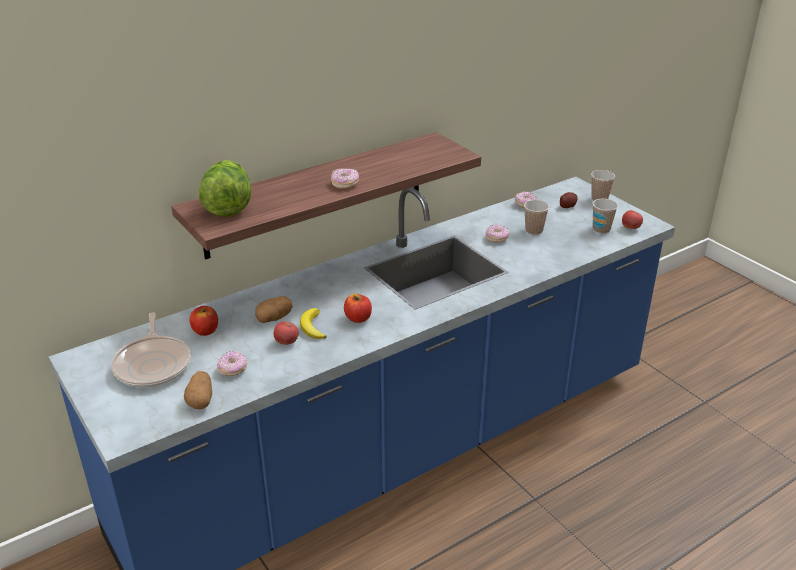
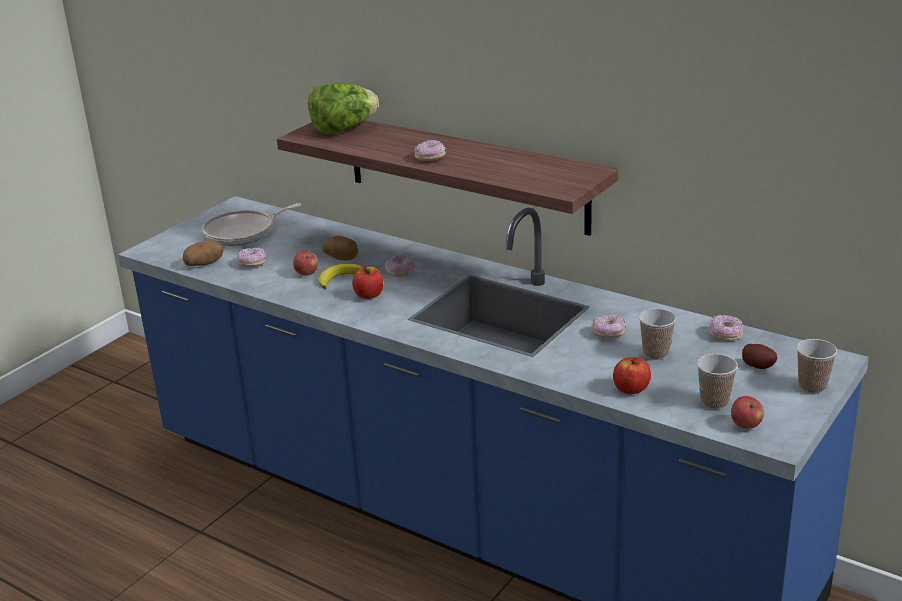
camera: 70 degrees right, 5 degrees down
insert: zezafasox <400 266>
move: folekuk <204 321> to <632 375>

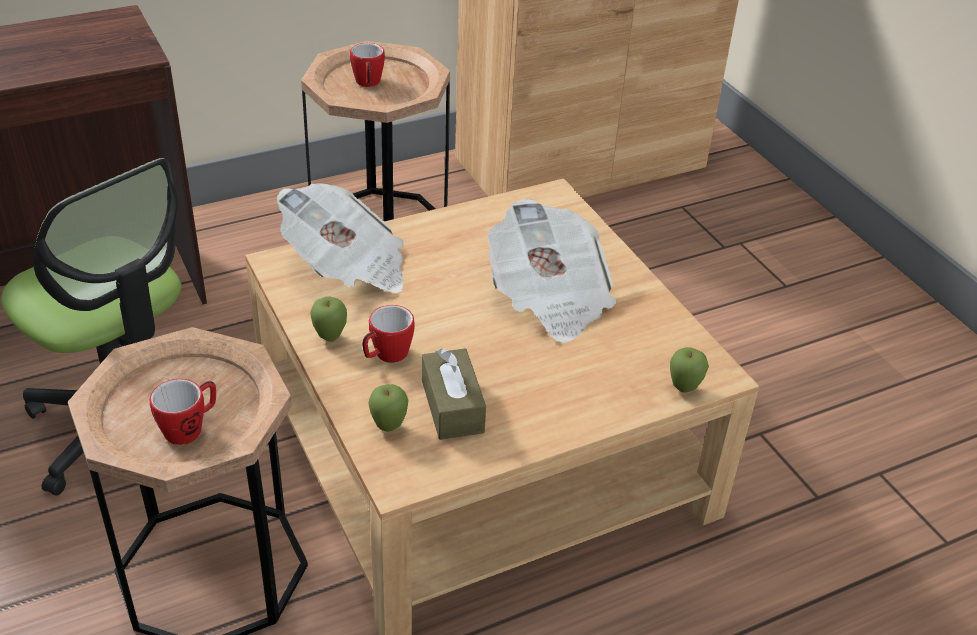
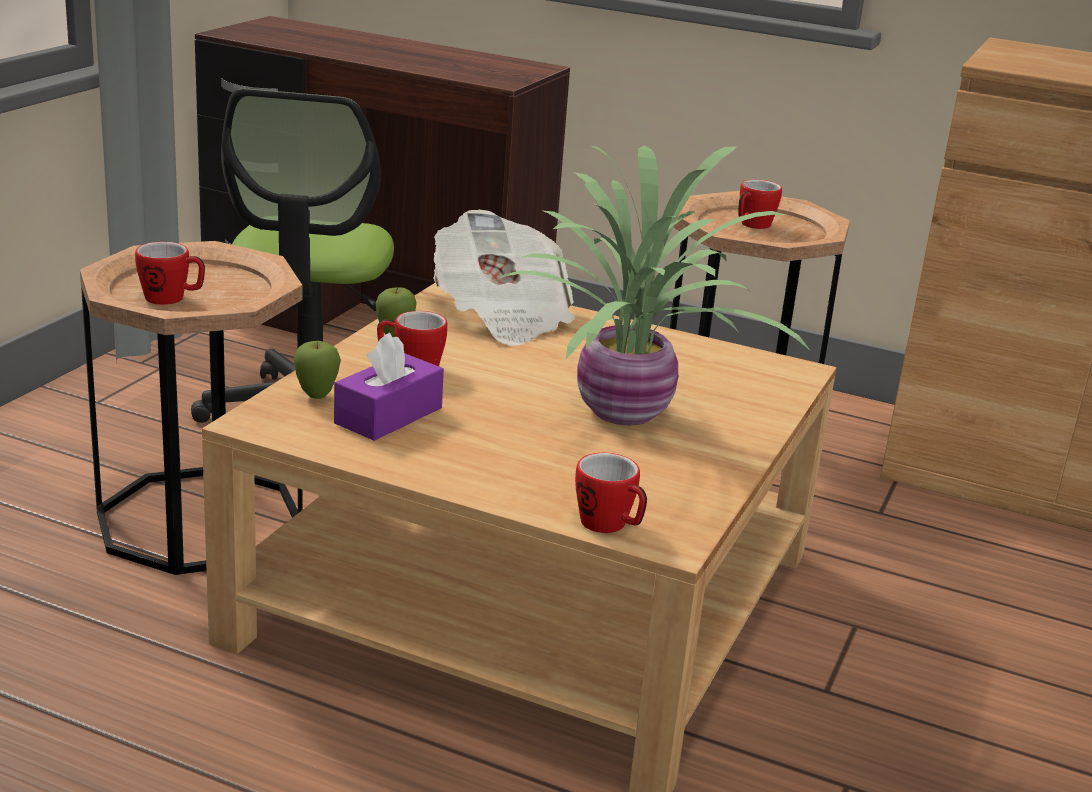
camera: 50 degrees right, 15 degrees down
replace: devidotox <551 271> to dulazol <652 285>; folekuk <689 370> to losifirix <611 493>
recolor: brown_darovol <454 394> to purple_darovol <389 387>

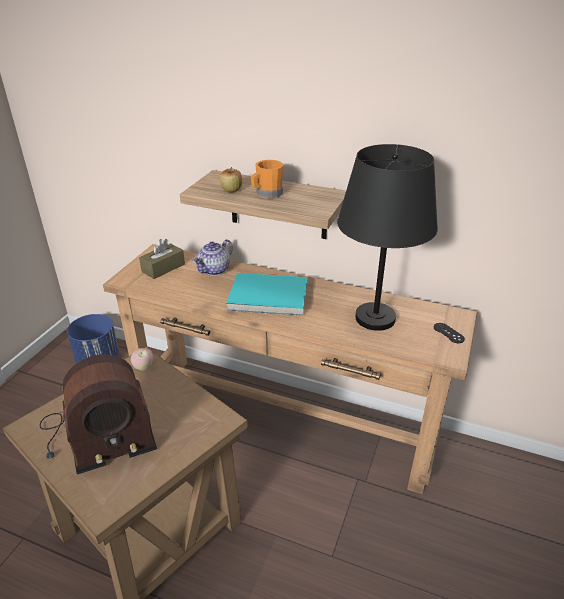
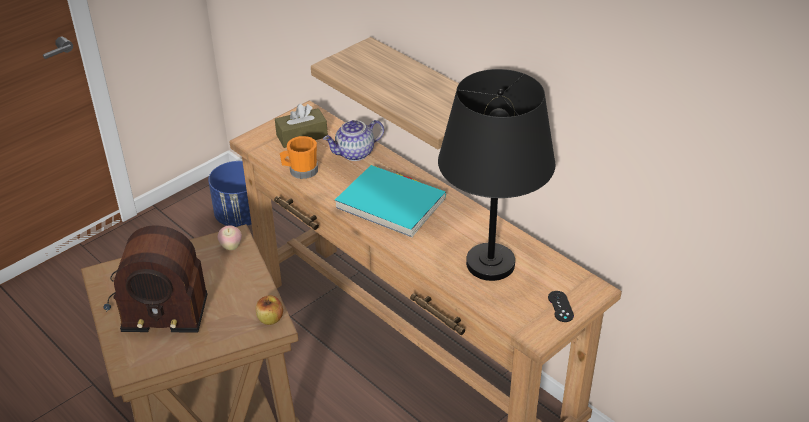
camera: 25 degrees right, 5 degrees up
move: orange_losifirix <267 179> to <299 157>; folekuk <231 179> to <269 310>

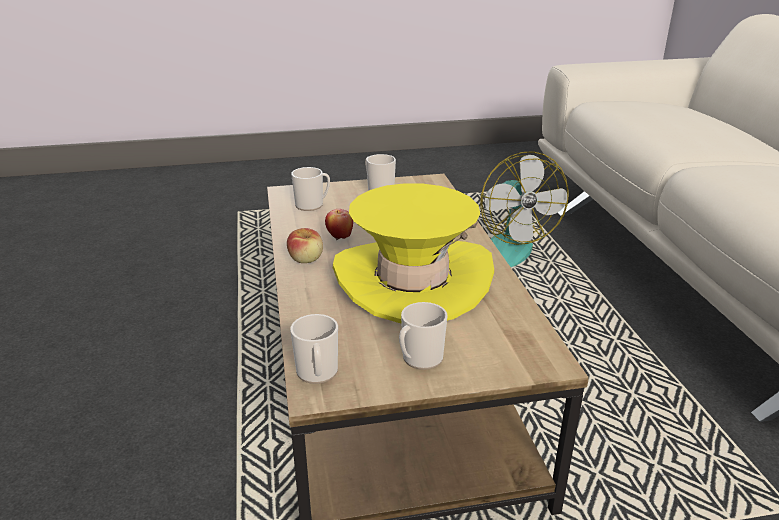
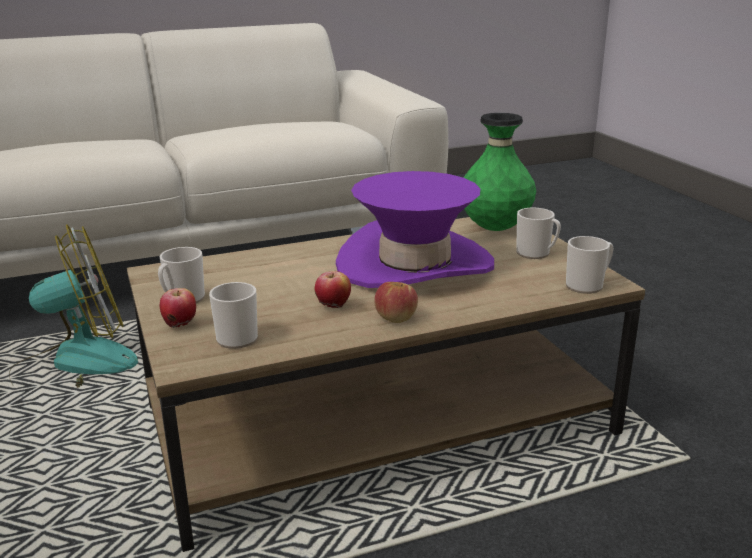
camera: 100 degrees left, 5 degrees down
insert: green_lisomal <499 172>; folekuk <178 308>
recolor: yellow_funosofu <413 253> to purple_funosofu <415 229>

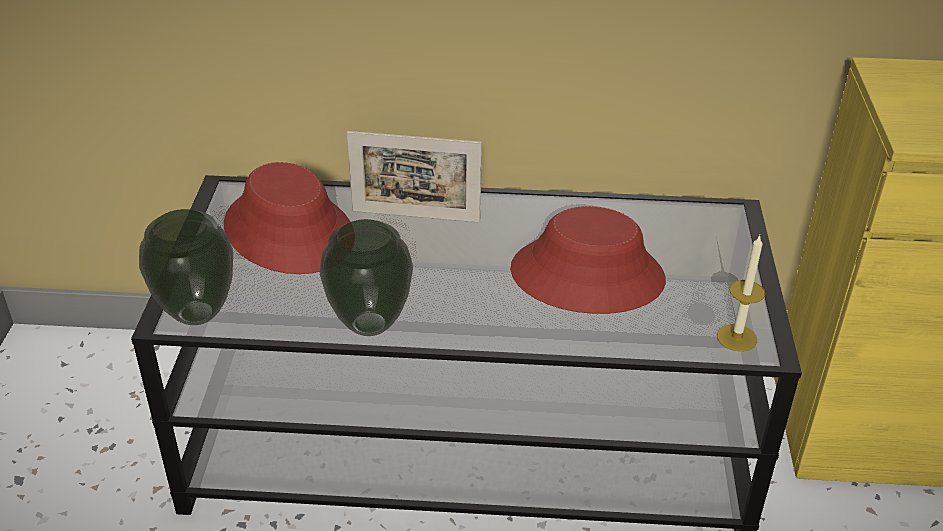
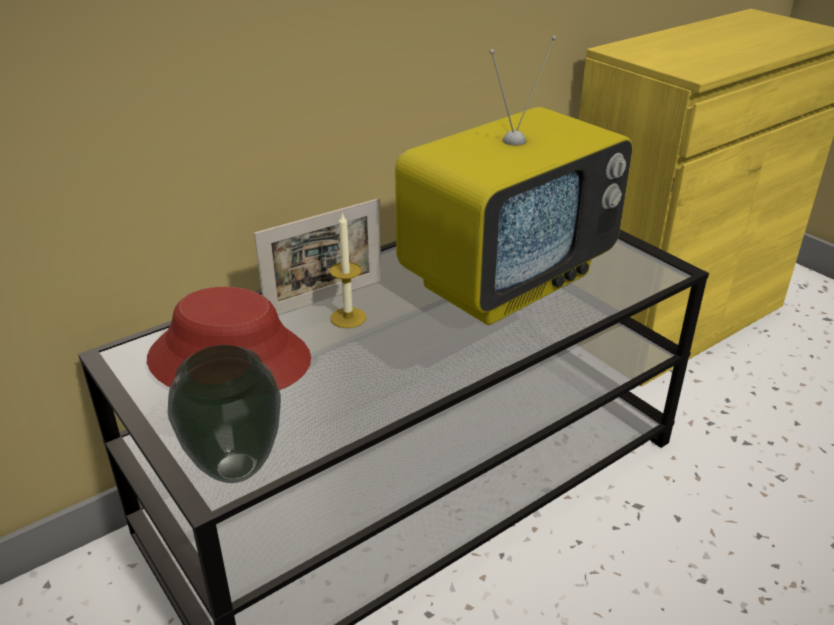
camera: 40 degrees left, 5 degrees down
delete: lisomal <366 277>
move: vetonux <741 293> to <348 270>
replace: red_funosofu <588 260> to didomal <514 180>

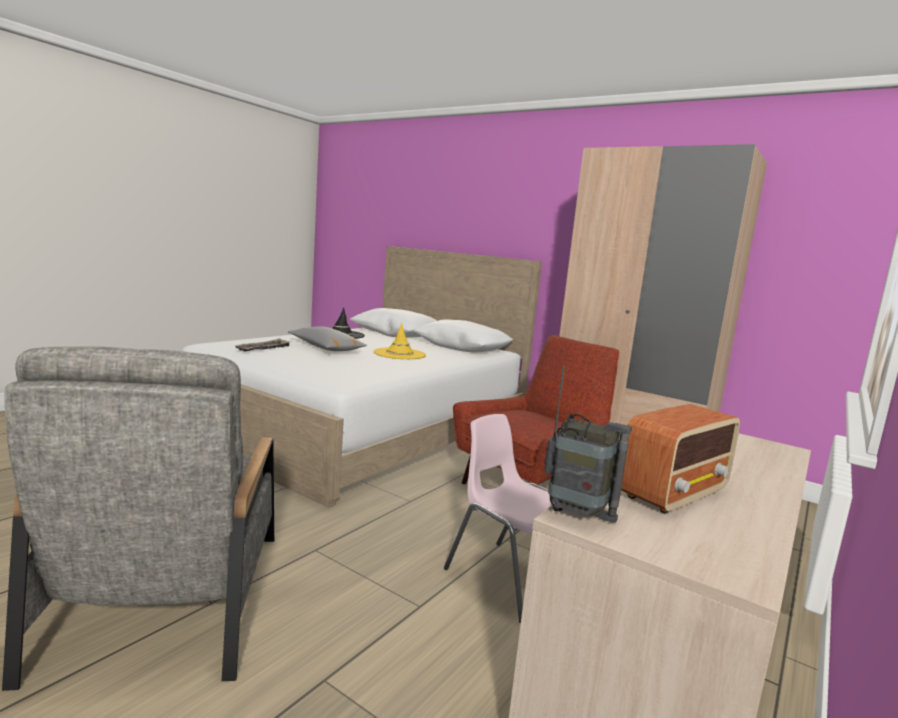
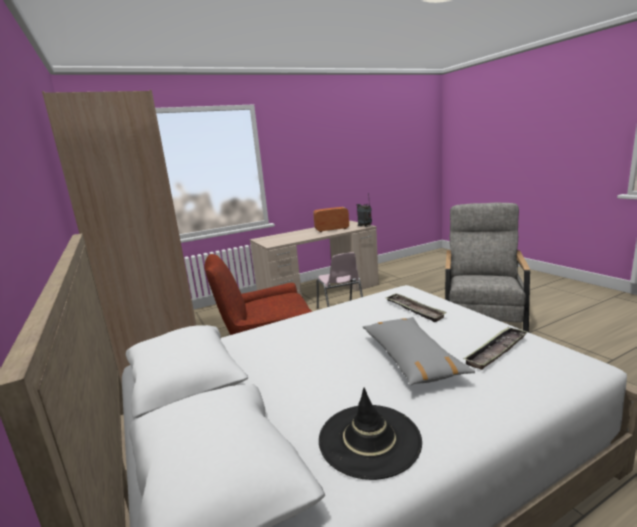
camera: 150 degrees left, 5 degrees up
delete: yellow_funosofu <399 341>
insert: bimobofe <416 308>

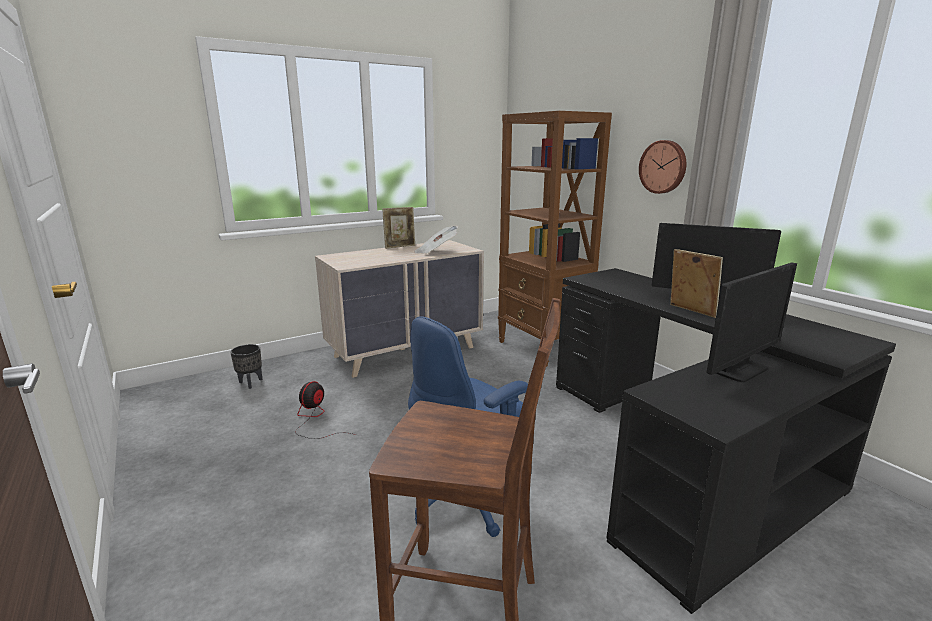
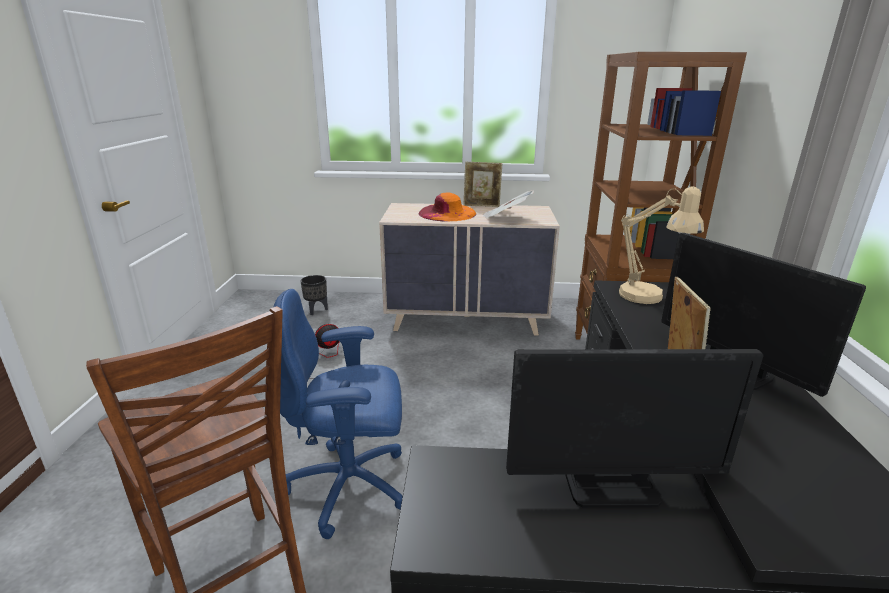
camera: 35 degrees right, 5 degrees up
delete: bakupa <662 167>
insert: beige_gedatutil <661 245>; orange_funosofu <447 207>

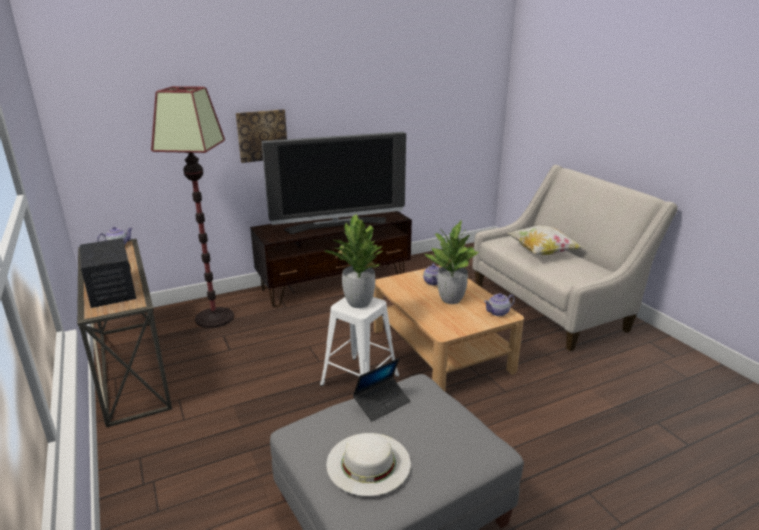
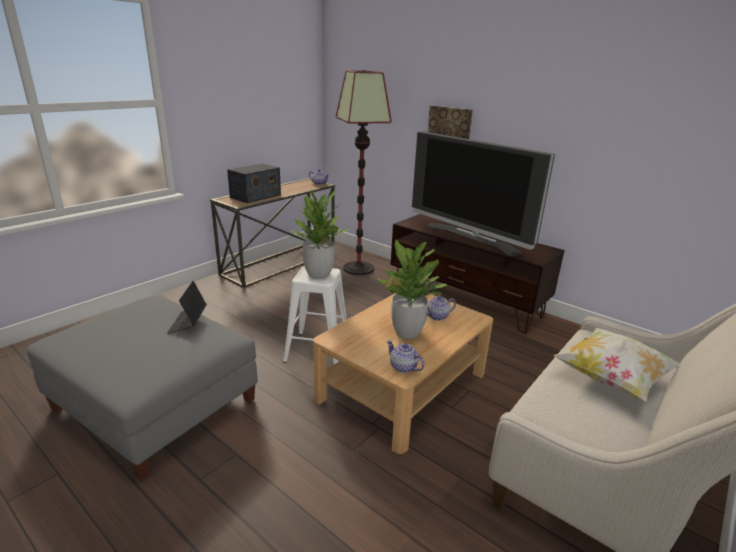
camera: 65 degrees right, 0 degrees up
delete: white_funosofu <368 464>
rotate: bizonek <382 390> = <187 307> 60 degrees clockwise

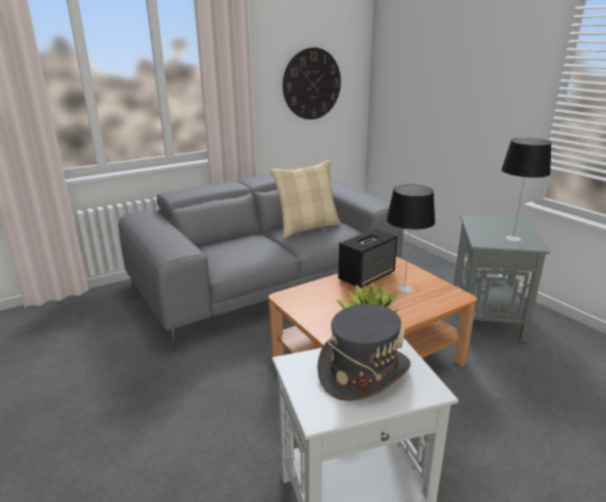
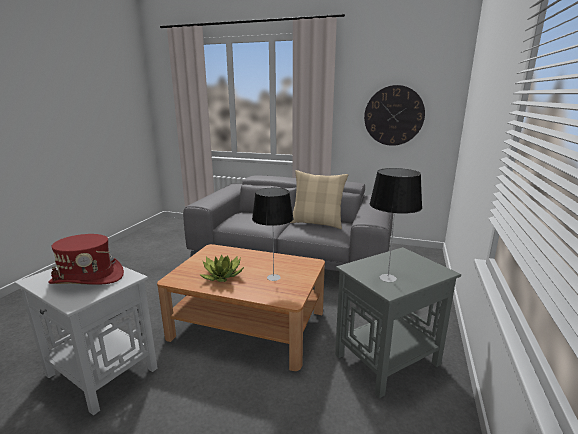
camera: 50 degrees right, 5 degrees down
delete: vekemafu <367 258>
recolor: grey_funosofu <364 352> to red_funosofu <86 259>

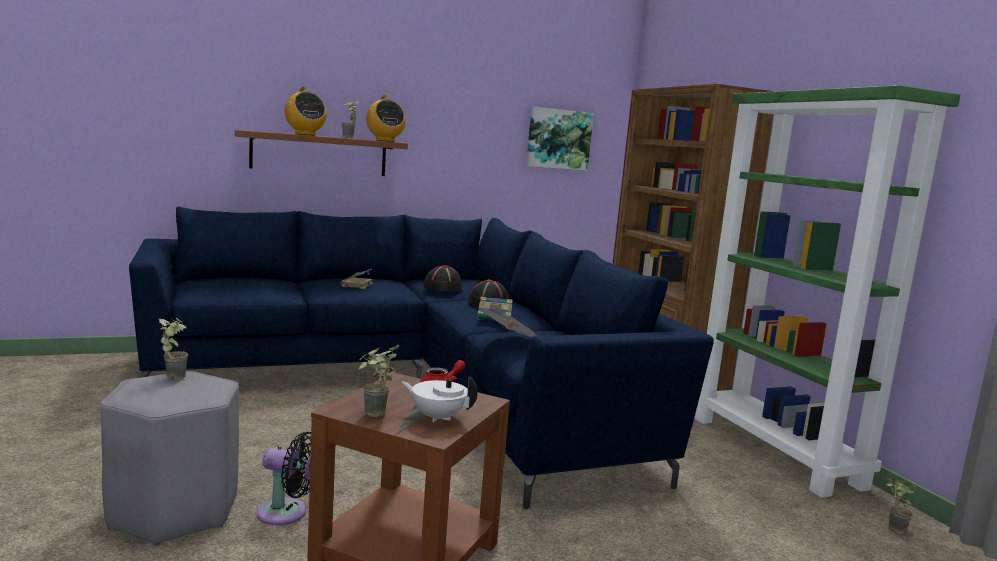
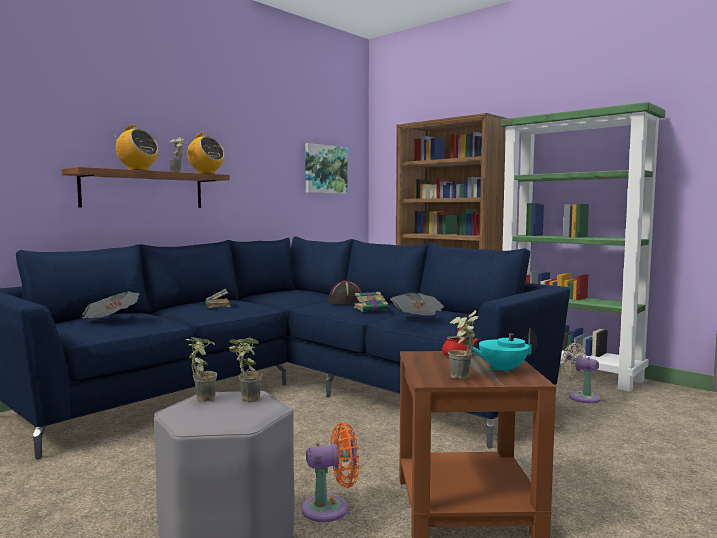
camera: 25 degrees left, 5 degrees down
delete: black_funosofu <442 278>
insert: devidotox <110 304>; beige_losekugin <581 373>
move: dulazol <900 506> to <246 370>
recolor: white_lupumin <439 399> to turquoise_lupumin <502 350>; black_losekugin <284 479> to orange_losekugin <330 472>

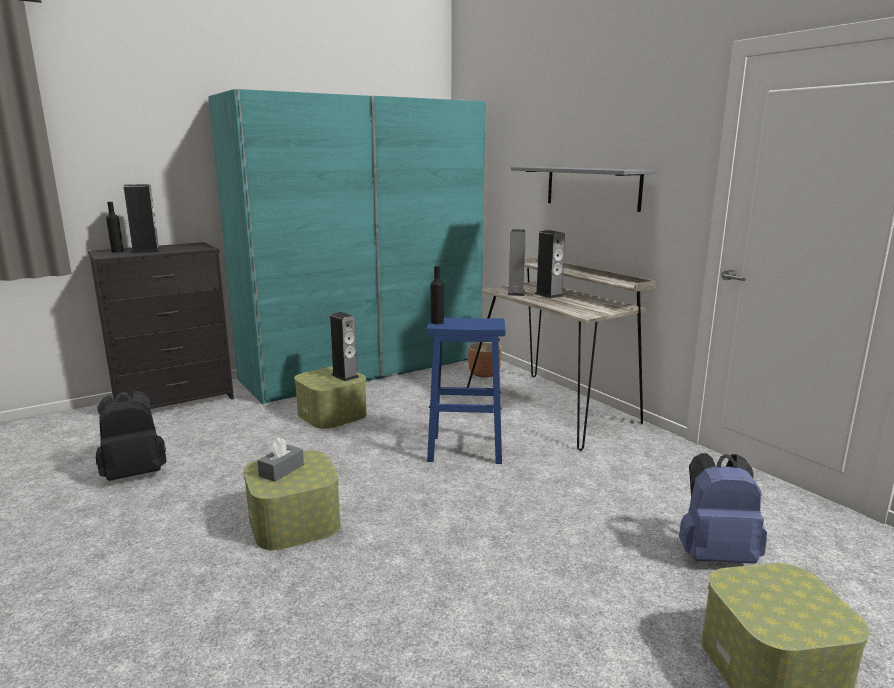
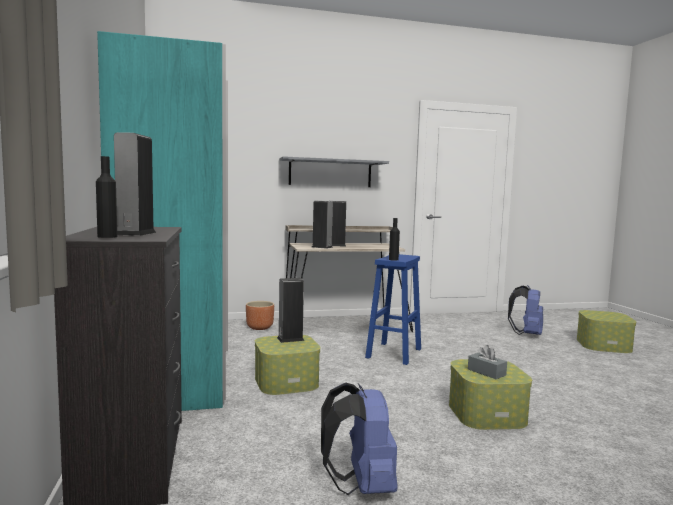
camera: 70 degrees left, 10 degrees down
recolor: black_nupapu <131 436> to blue_nupapu <359 439>

